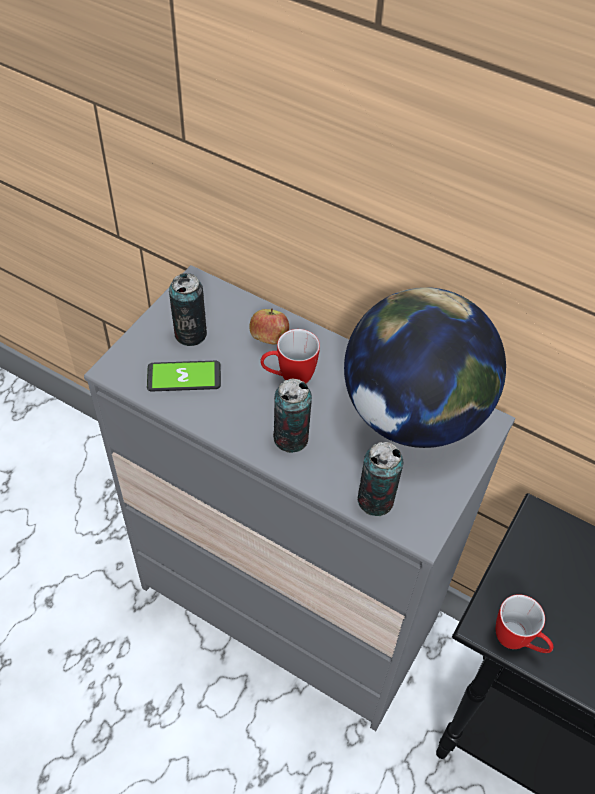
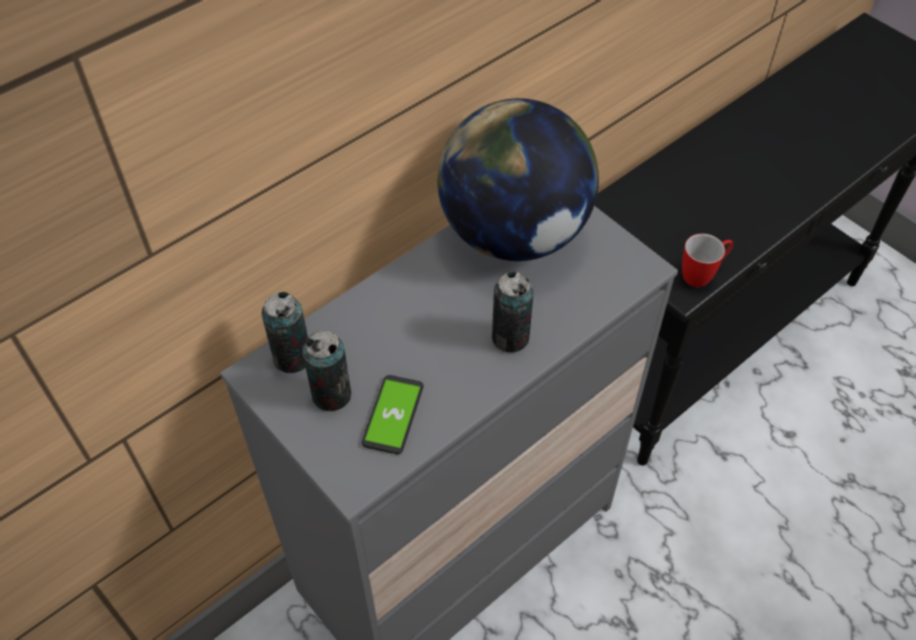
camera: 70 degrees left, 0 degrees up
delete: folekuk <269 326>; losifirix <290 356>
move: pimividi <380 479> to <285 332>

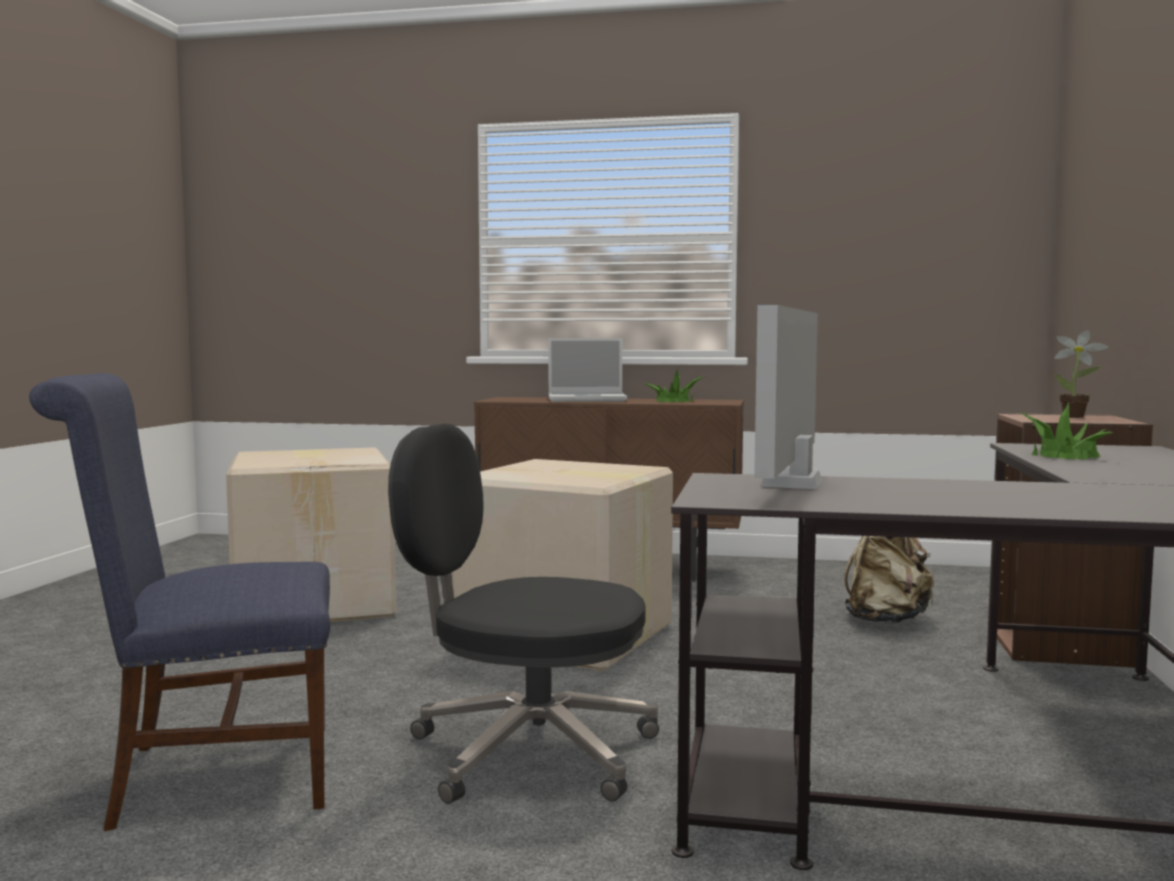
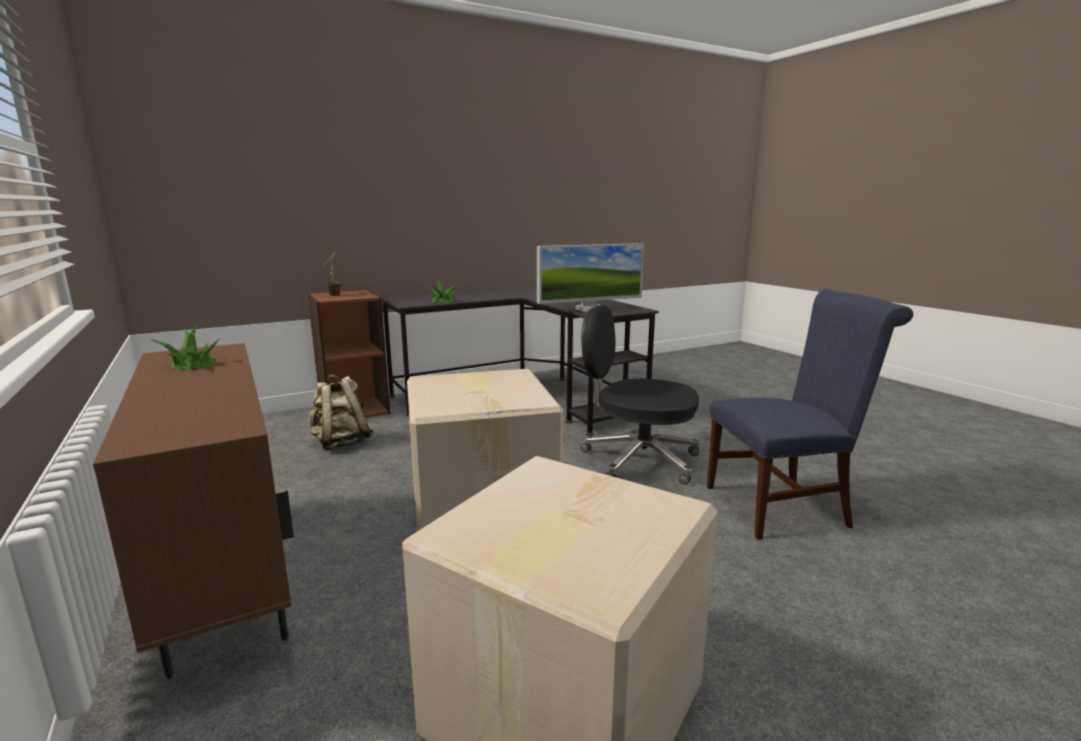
camera: 130 degrees left, 10 degrees up
delete: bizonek <587 370>
rotate: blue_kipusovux <180 602> = <810 414> 45 degrees counterclockwise; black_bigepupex <523 614> = <639 395> 135 degrees clockwise

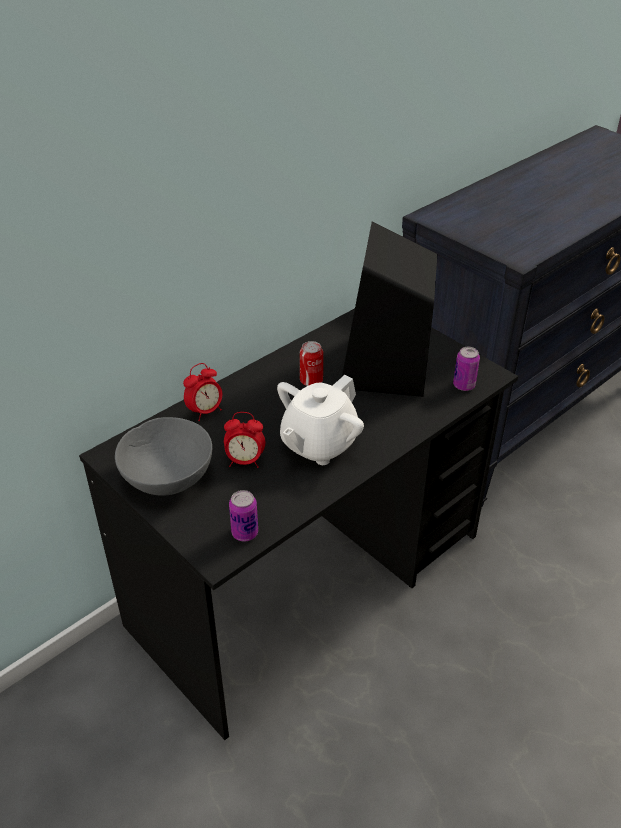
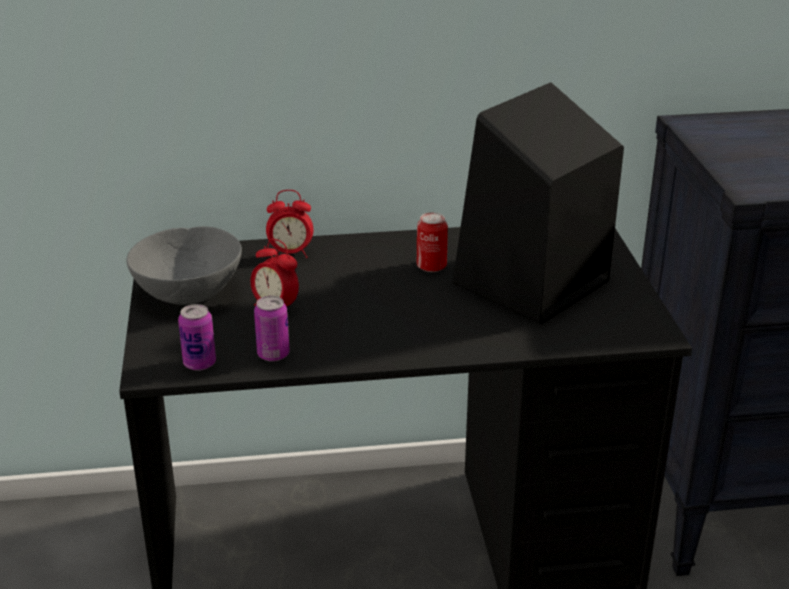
camera: 35 degrees right, 10 degrees down
delete: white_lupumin <320 420>
move: pimividi <466 369> to <272 329>

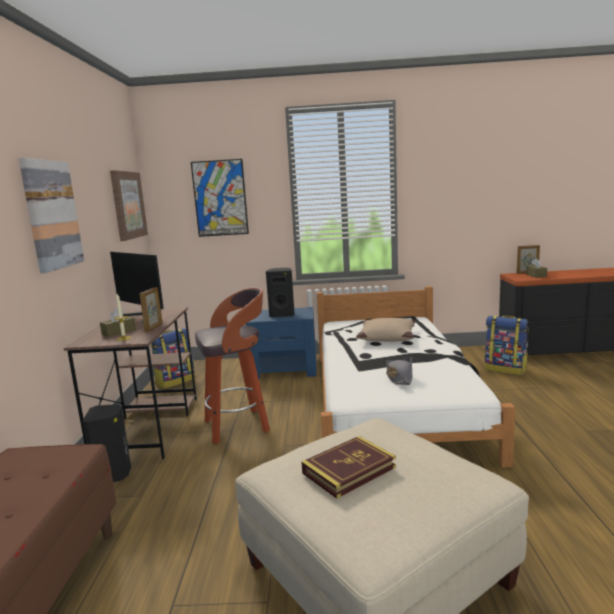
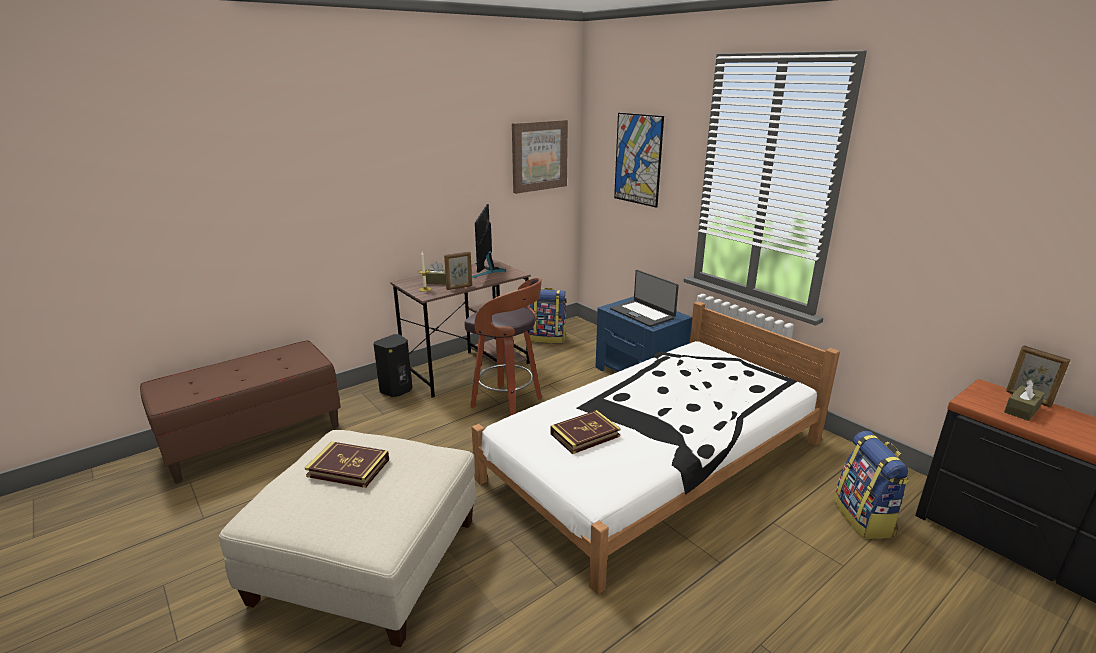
camera: 50 degrees right, 10 degrees up
delete: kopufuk <51 215>; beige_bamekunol <386 330>
replace: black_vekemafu <280 292> to bizonek <644 298>; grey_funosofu <399 371> to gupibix <585 432>

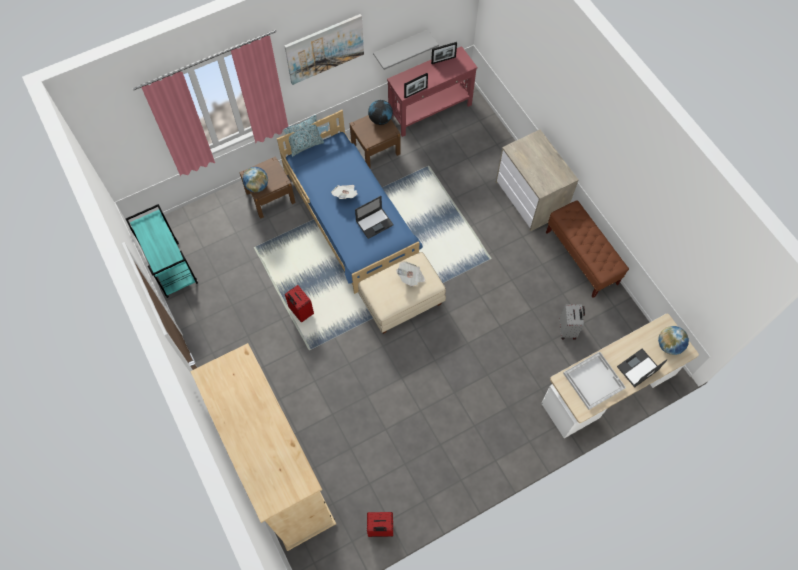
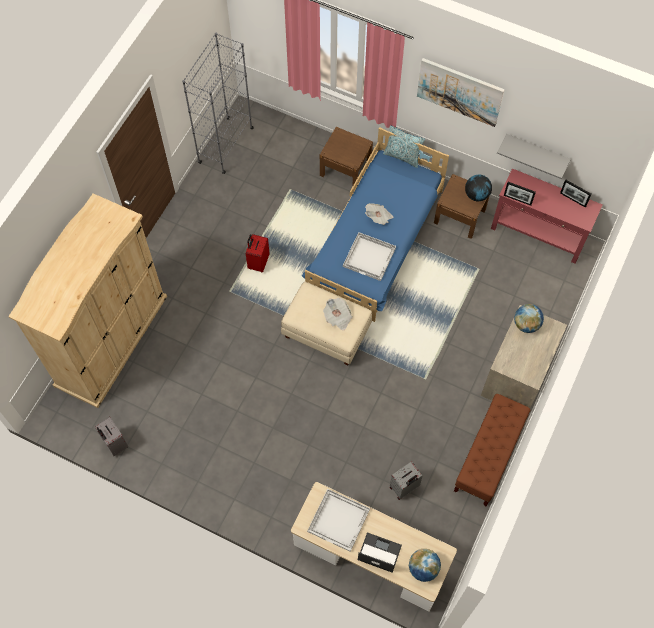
camera: 55 degrees right, 0 degrees up
move: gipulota <255 179> to <529 318>
replace: bizonek <374 217> to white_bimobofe <369 256>; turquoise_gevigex <162 251> to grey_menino <218 103>
recolor: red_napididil <380 524> to grey_napididil <111 436>

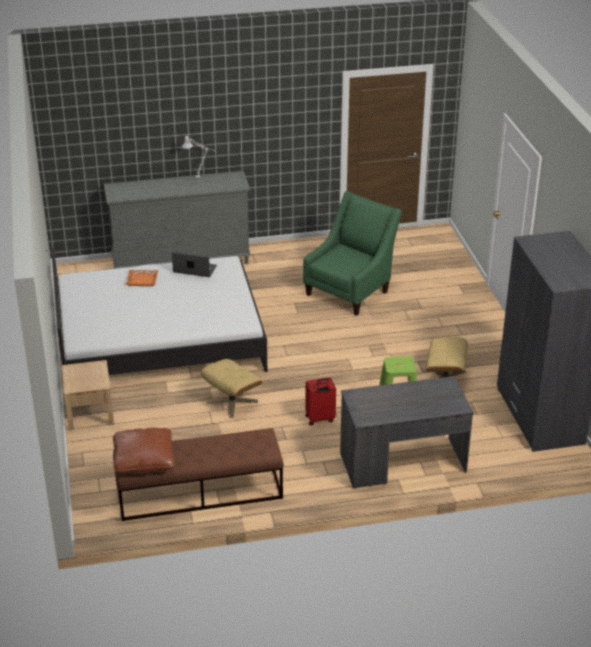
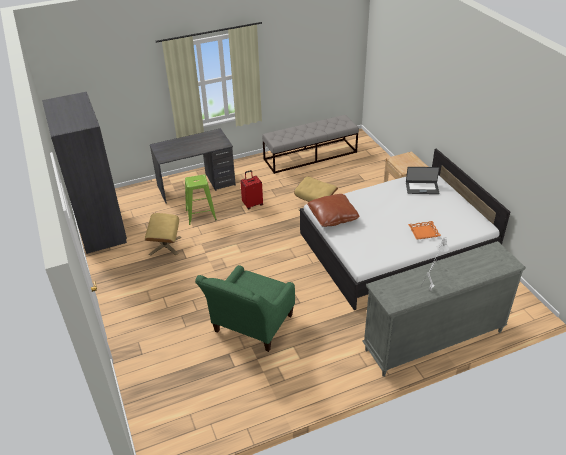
camera: 170 degrees right, 5 degrees up
move: bizonek <194 264> to <422 180>; brown_bamekunol <144 450> to <333 210>
recolor: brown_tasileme <198 474> to grey_tasileme <310 144>

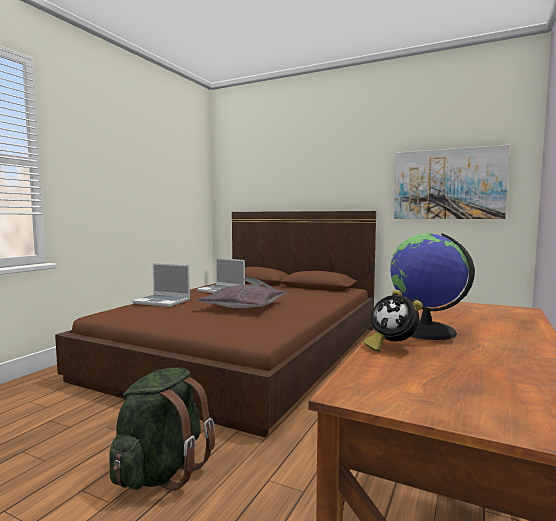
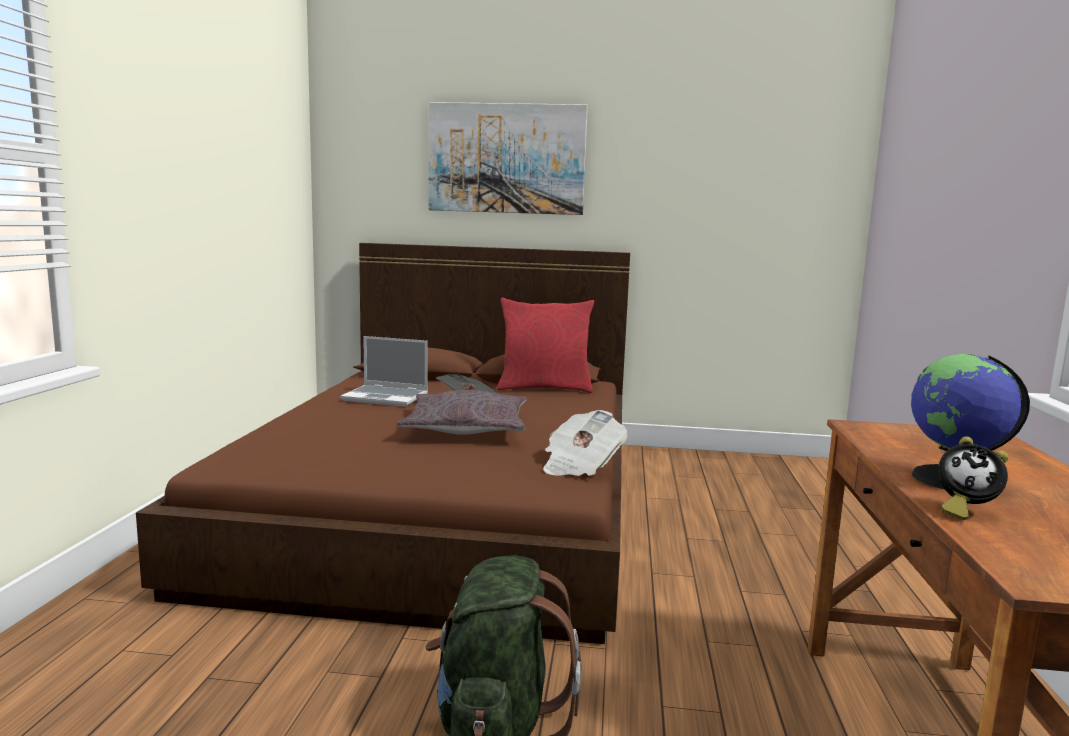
camera: 20 degrees left, 5 degrees up
delete: bizonek <161 285>
insert: red_bamekunol <545 345>; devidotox <585 443>
move: kopufuk <452 182> to <508 158>

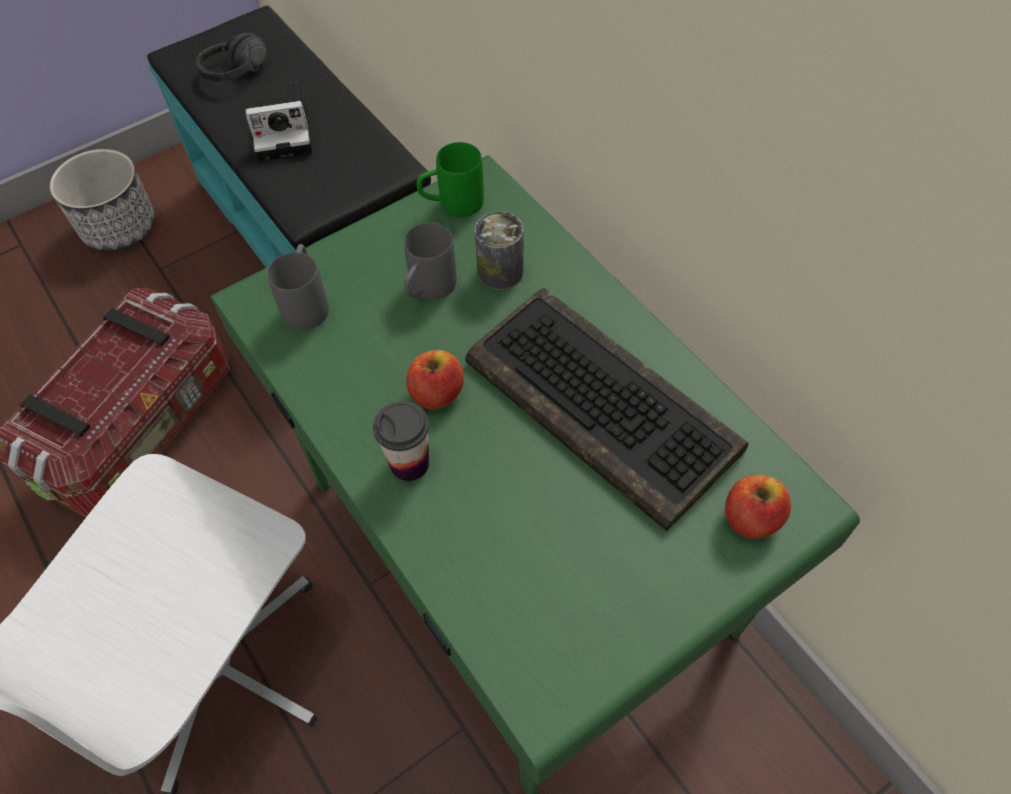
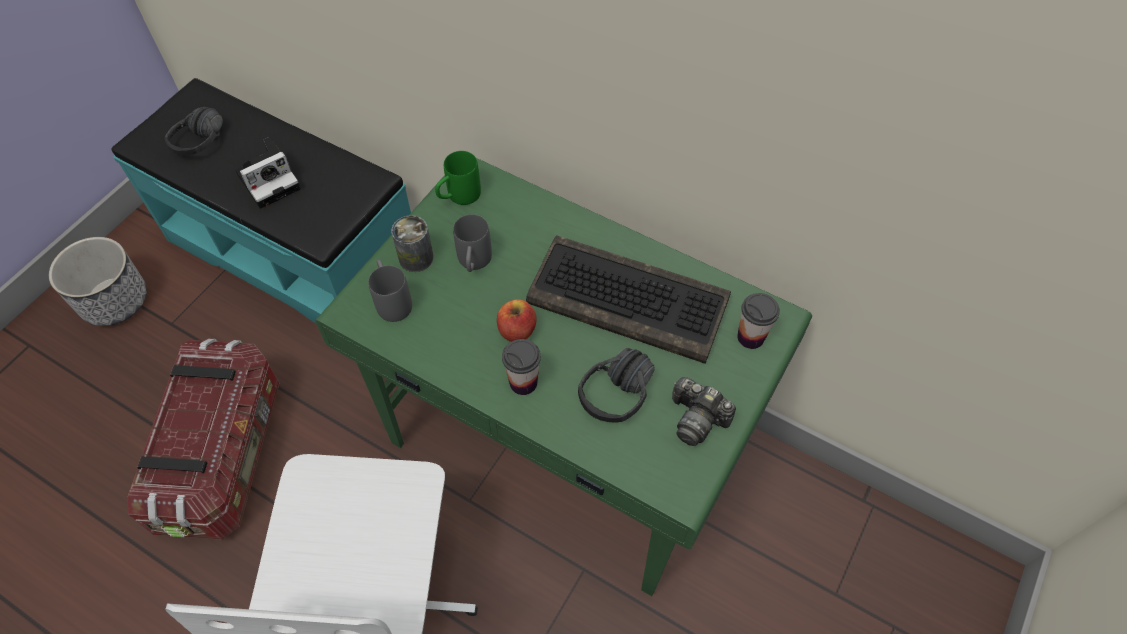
camera: 25 degrees left, 0 degrees up
insert: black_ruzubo <616 385>; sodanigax <704 411>
move: pimividi <499 251> to <412 243>
replace: folekuk <758 507> to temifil <758 321>

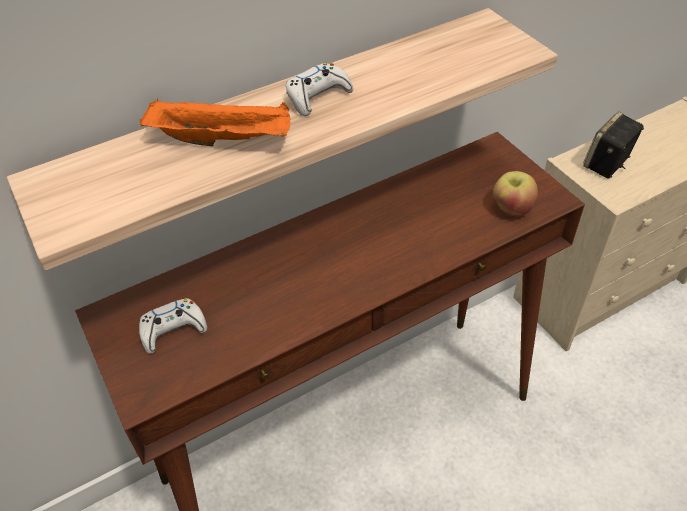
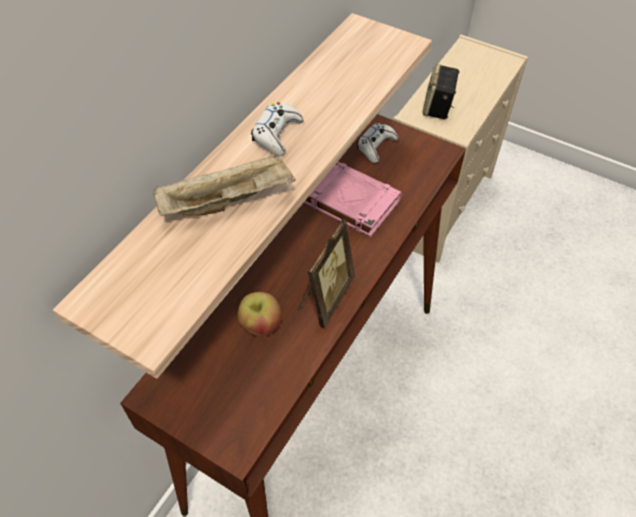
camera: 30 degrees left, 5 degrees up
insert: pink_gupibix <353 199>; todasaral <326 273>
move: folekuk <515 194> to <260 314>; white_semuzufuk <173 326> to <377 143>
recolor: orange_bimobofe <215 123> to beige_bimobofe <224 184>

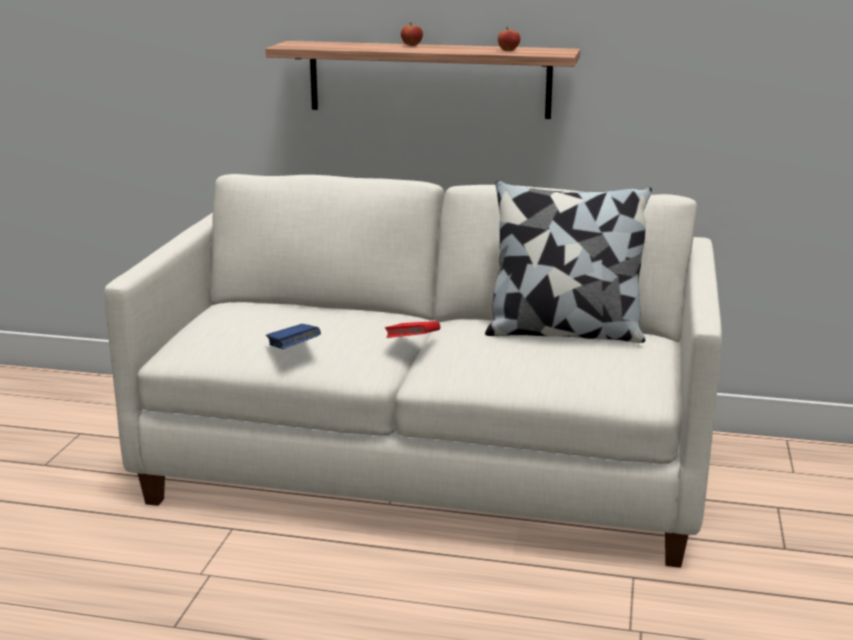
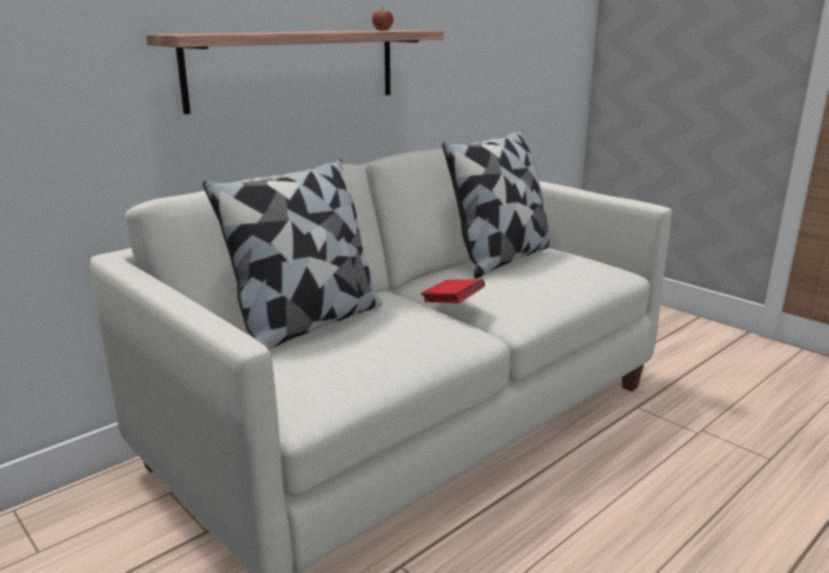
camera: 55 degrees left, 0 degrees up
delete: folekuk <412 34>; blue_gupibix <293 336>
insert: bamekunol <292 254>

